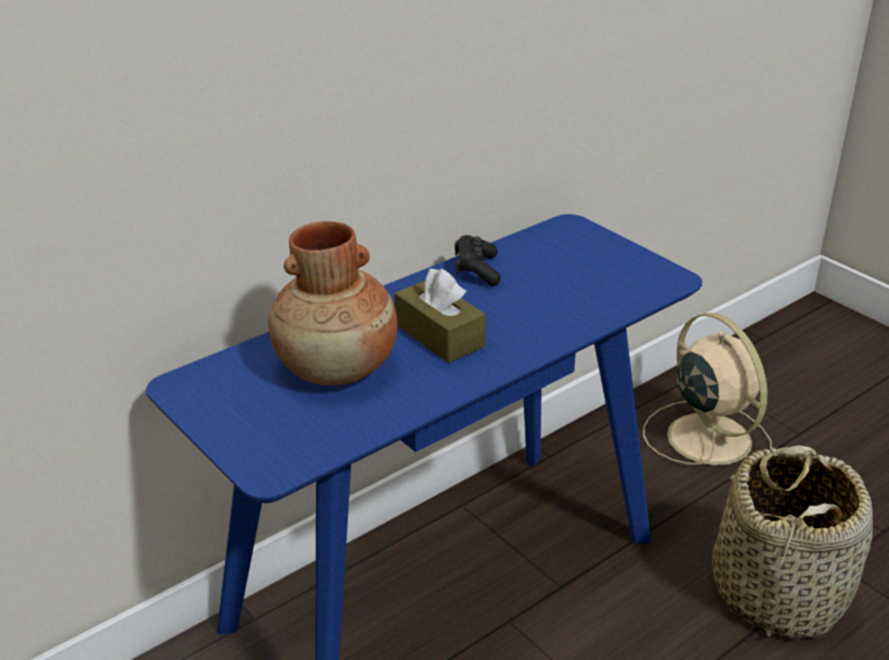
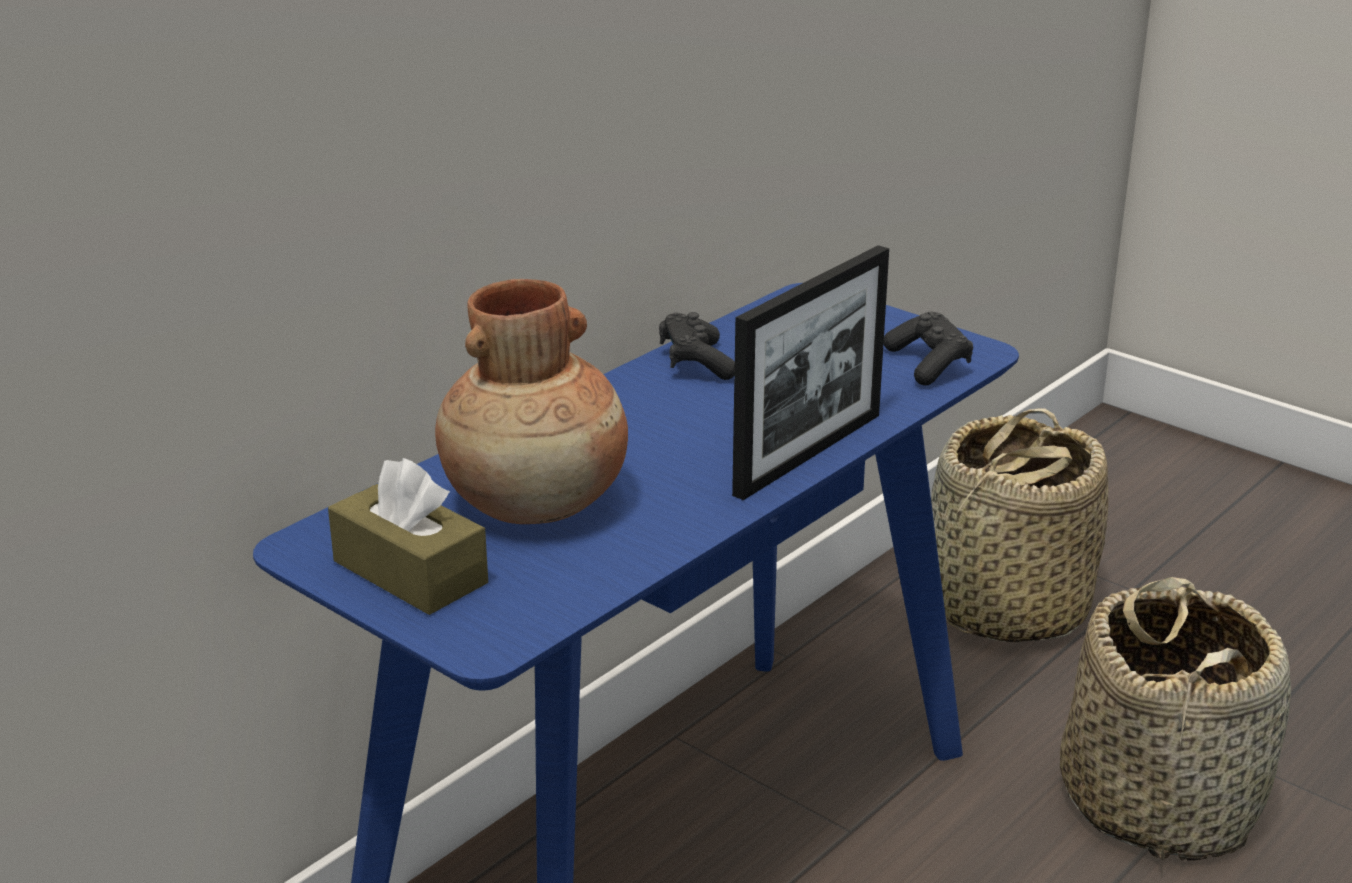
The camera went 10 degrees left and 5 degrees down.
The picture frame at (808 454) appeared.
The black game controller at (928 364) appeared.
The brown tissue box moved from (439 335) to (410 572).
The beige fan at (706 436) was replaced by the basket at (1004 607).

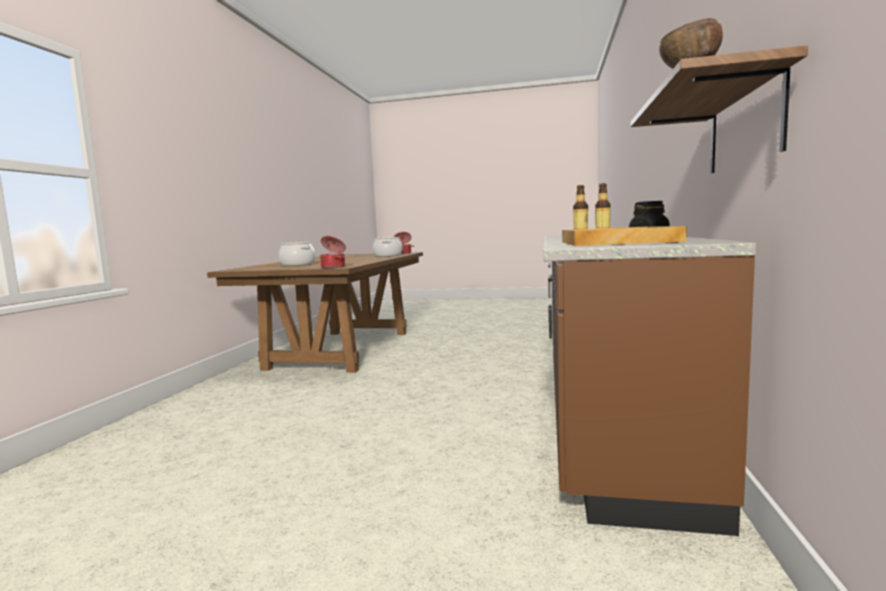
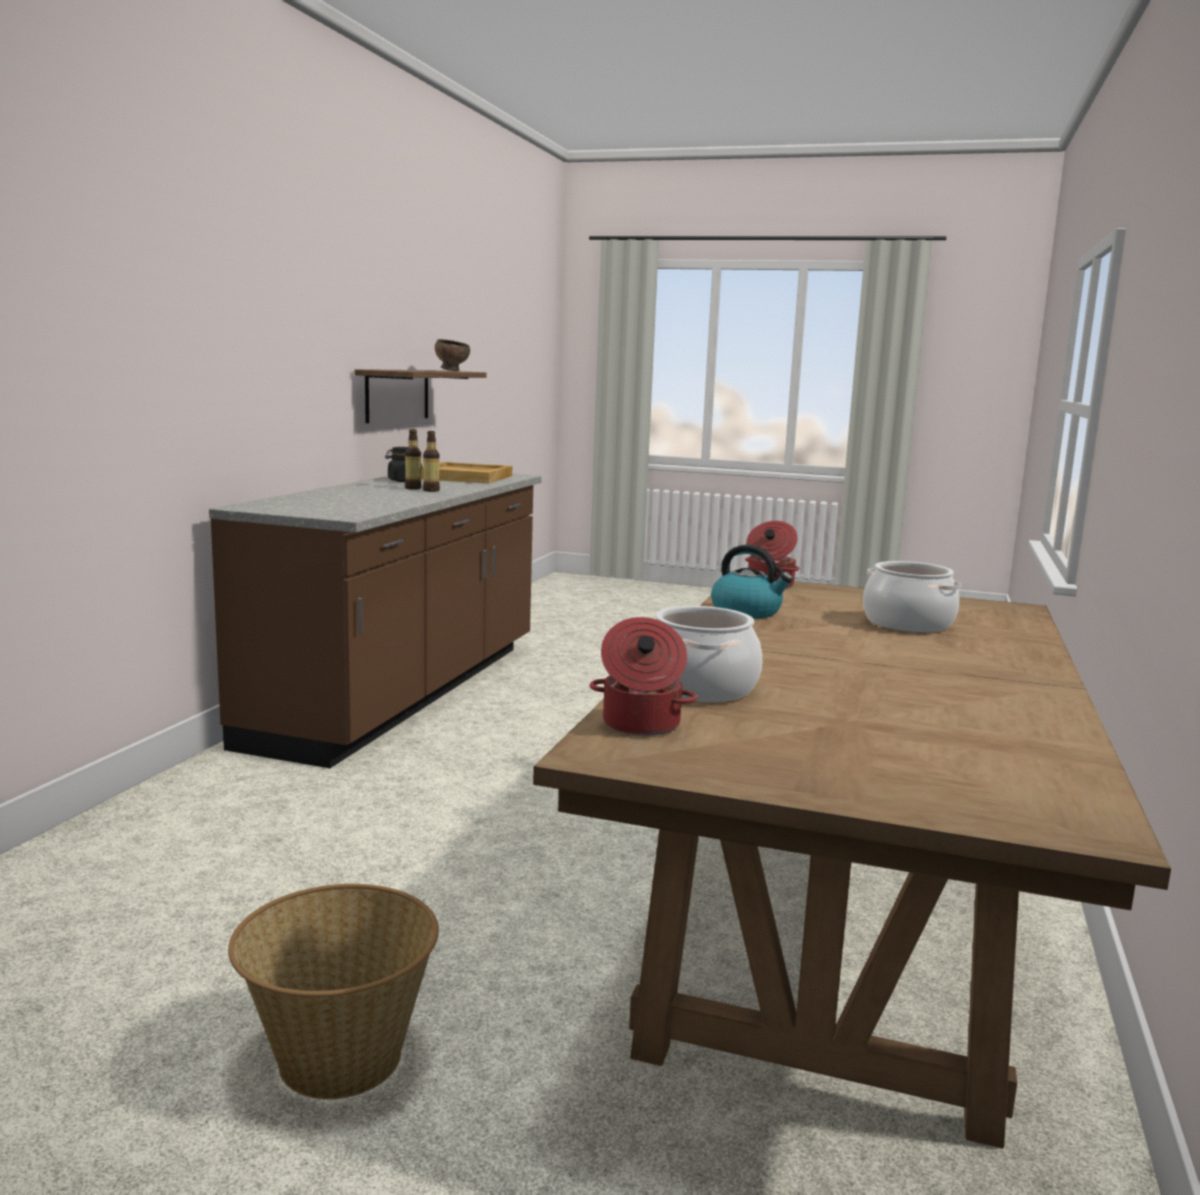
The camera went 175 degrees left and 5 degrees up.
The basket at (338 1059) appeared.
The kettle at (747 612) appeared.

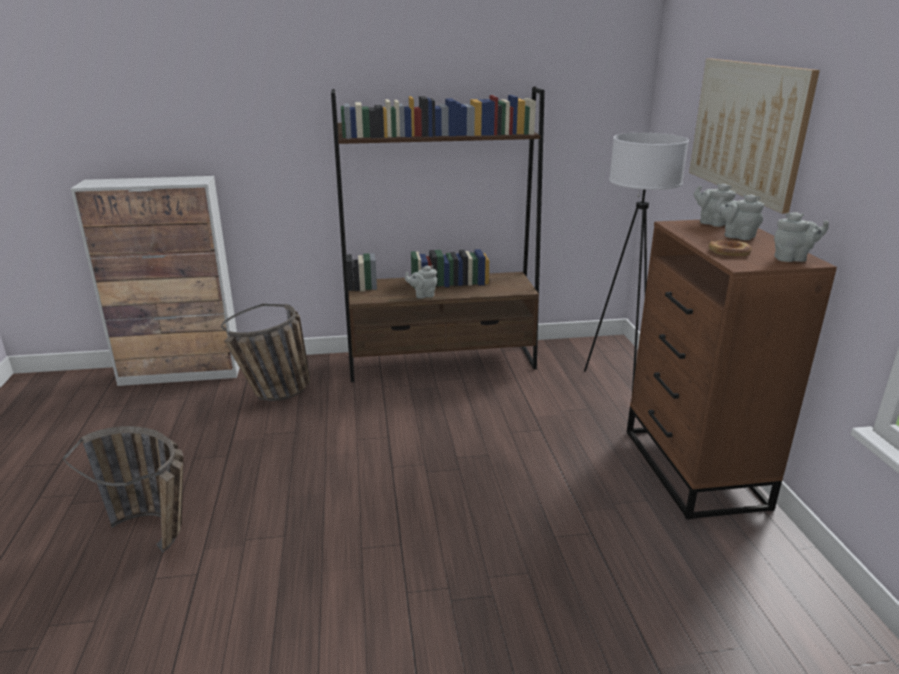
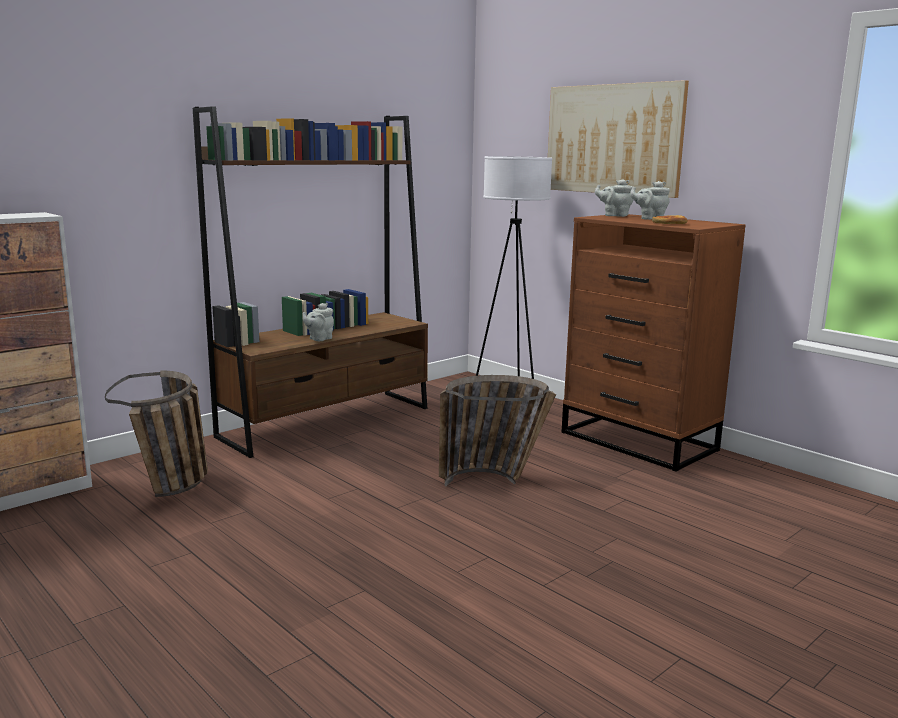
The camera went 35 degrees left and 10 degrees down.
The grey teapot at (792 259) disappeared.
The basket moved from (159 537) to (494 480).

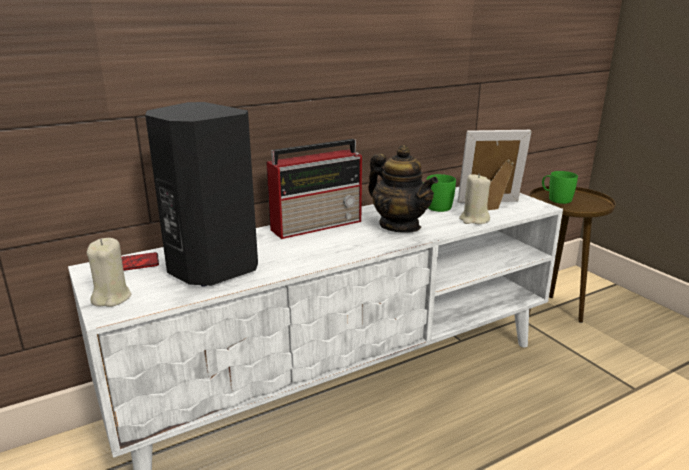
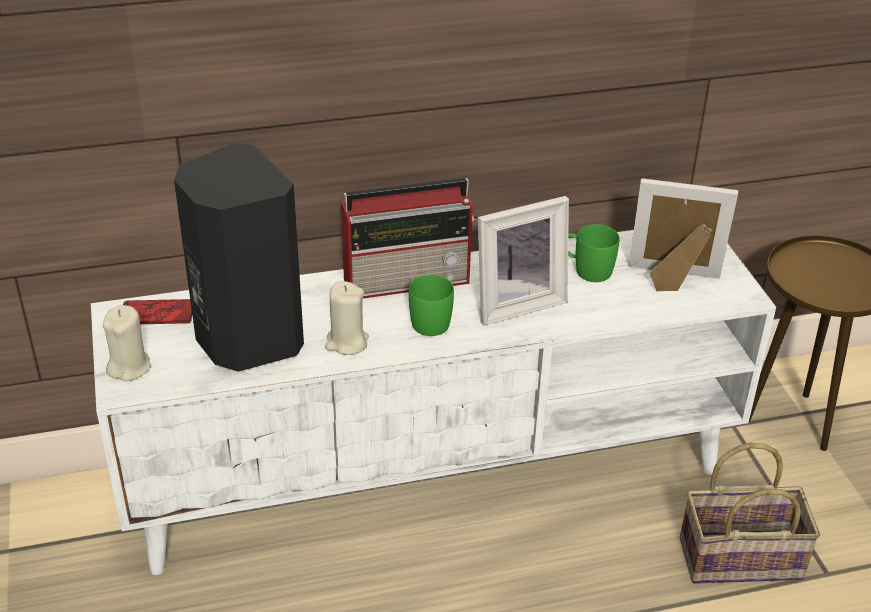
The camera went 15 degrees right and 15 degrees up.
The basket at (743 556) appeared.
The beige candle moved from (474 220) to (346 342).
The green mug moved from (555 198) to (427 320).
The teapot at (399 226) was replaced by the picture frame at (516 302).

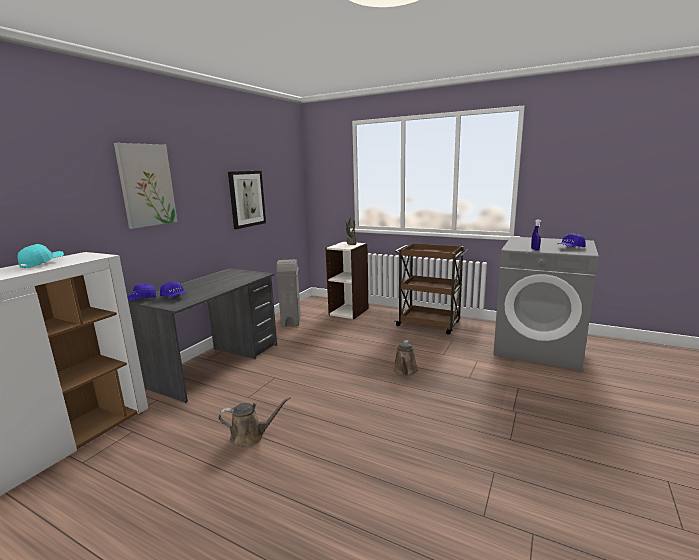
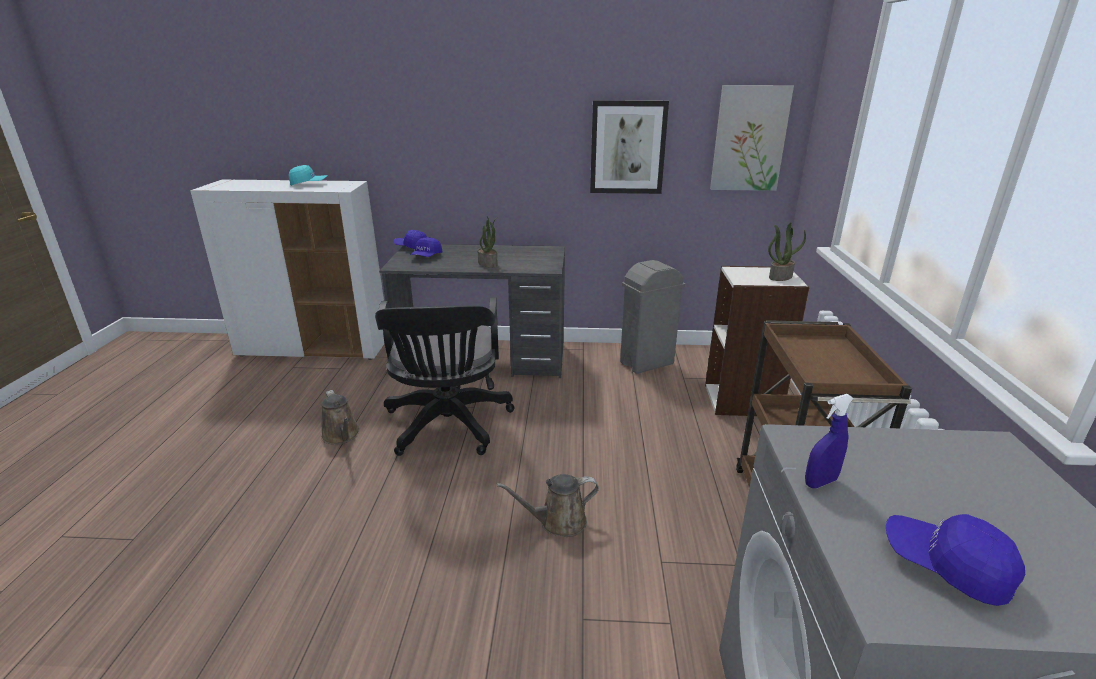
The camera went 65 degrees right and 10 degrees up.
The black office chair at (448 427) appeared.
The potted plant at (488 263) appeared.
The picture moved from (146 185) to (749 139).

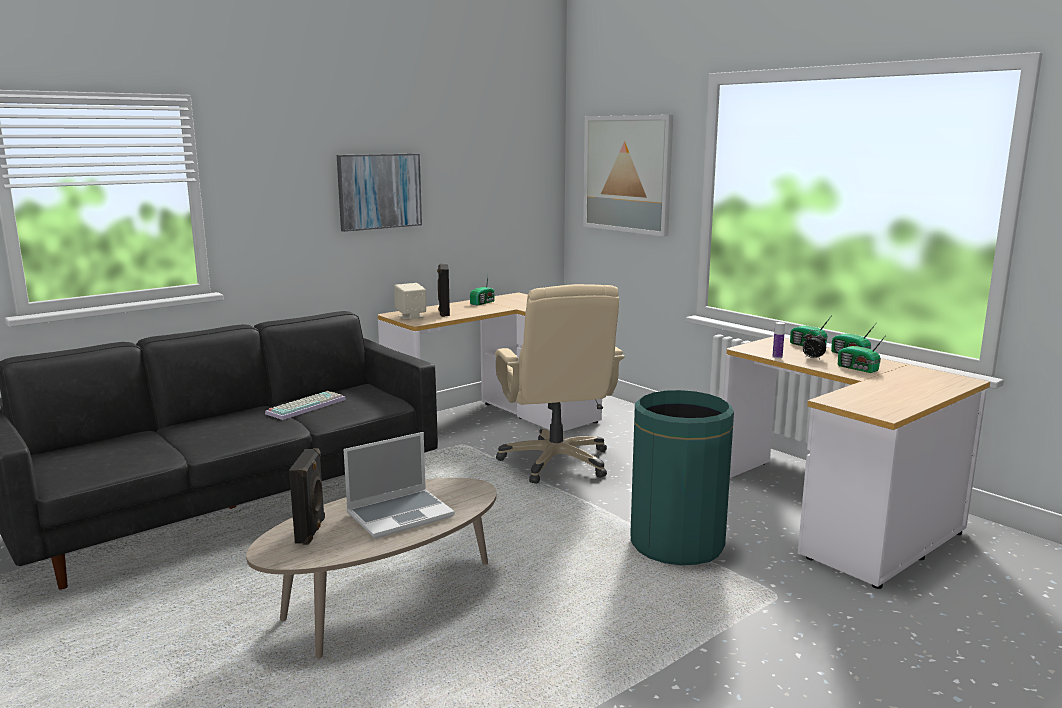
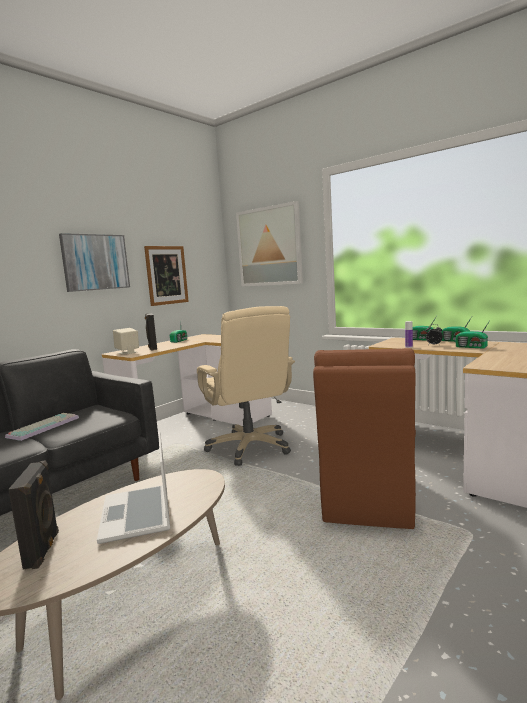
The camera went 10 degrees left and 5 degrees down.
The picture at (166 275) appeared.
The green trash can at (676 544) was replaced by the brown chair at (367 499).
The laptop at (401 514) turned 120 degrees clockwise.

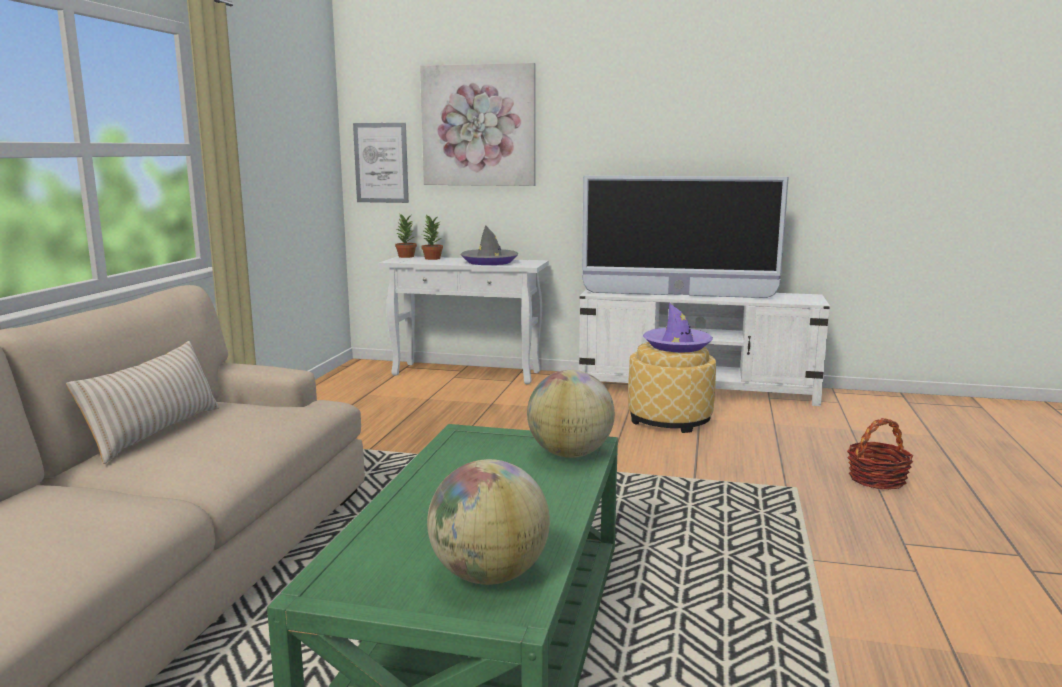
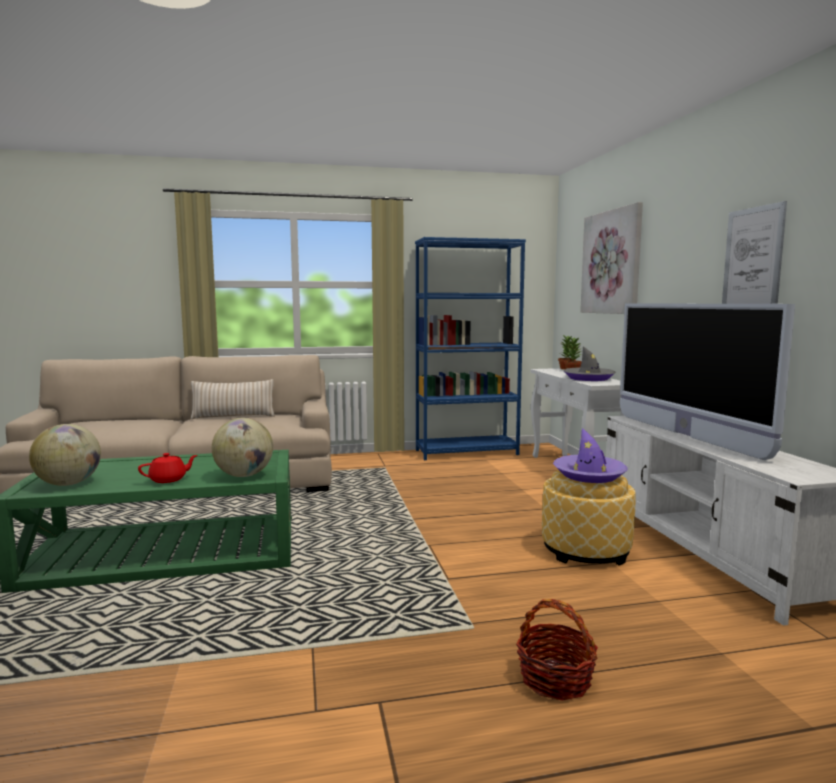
The camera went 65 degrees right and 5 degrees down.
The red teapot at (169 479) appeared.
The blue bookcase at (467 452) appeared.
The picture moved from (381 163) to (752 259).

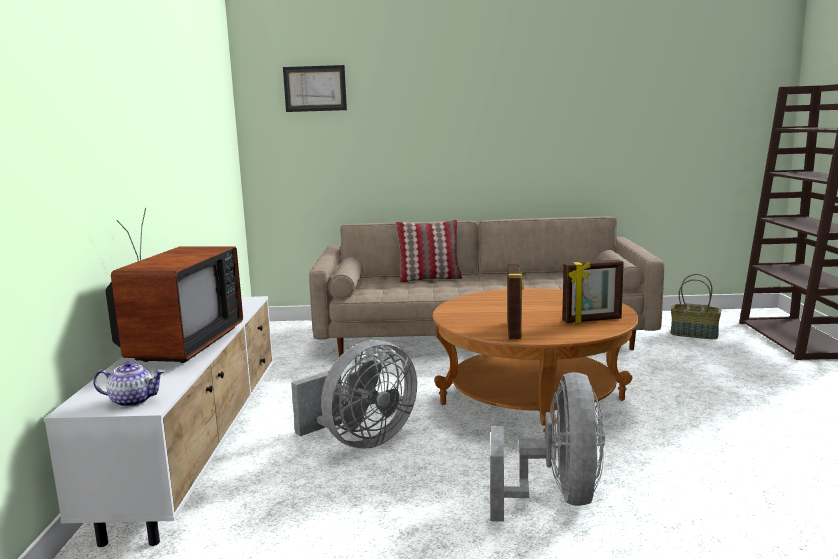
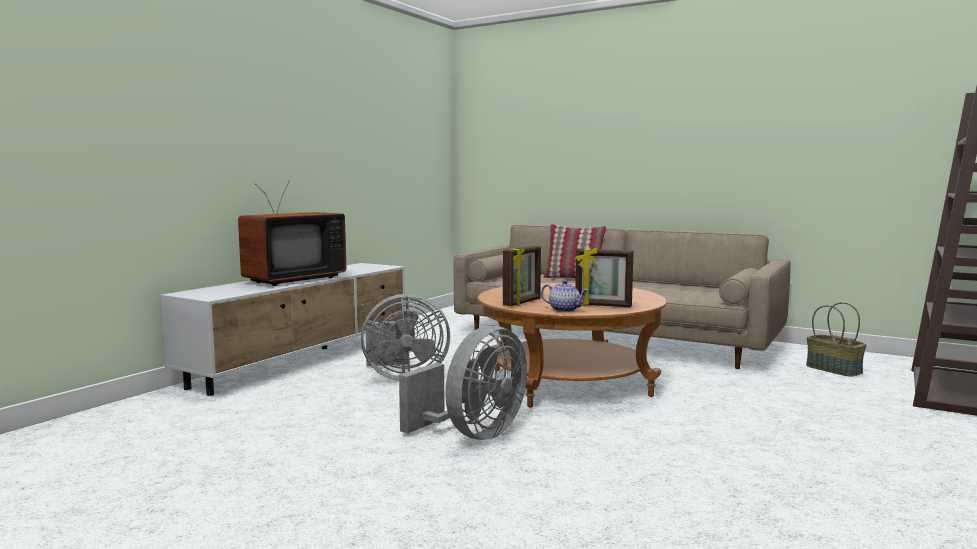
The camera went 30 degrees right and 5 degrees down.
The picture at (315 88) disappeared.
The teapot moved from (133 401) to (564 310).

